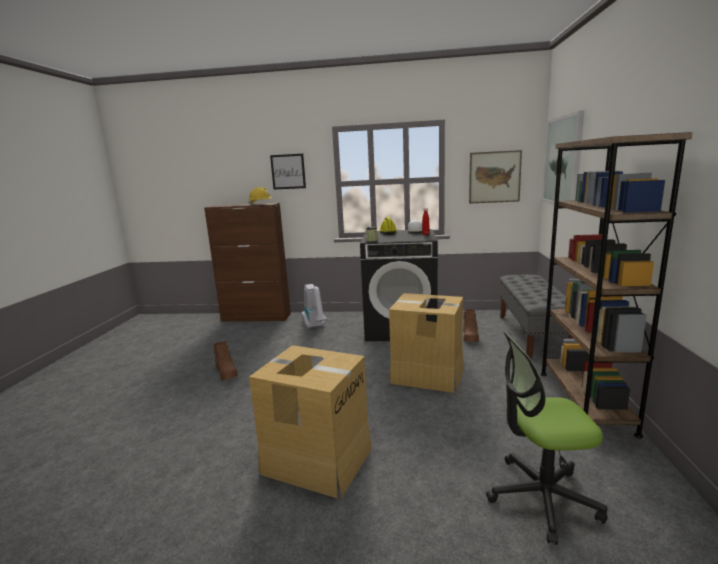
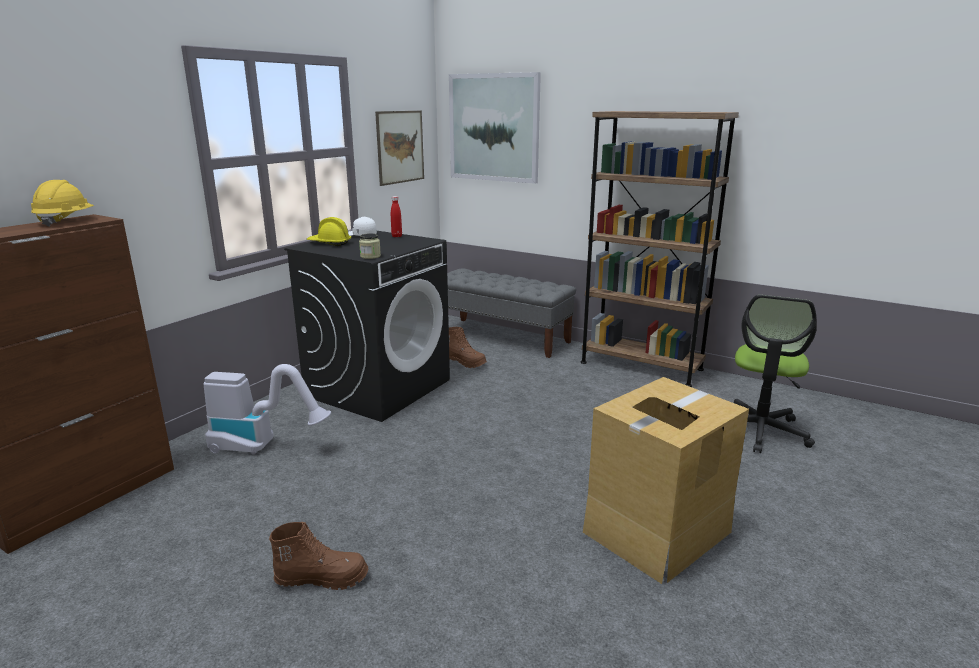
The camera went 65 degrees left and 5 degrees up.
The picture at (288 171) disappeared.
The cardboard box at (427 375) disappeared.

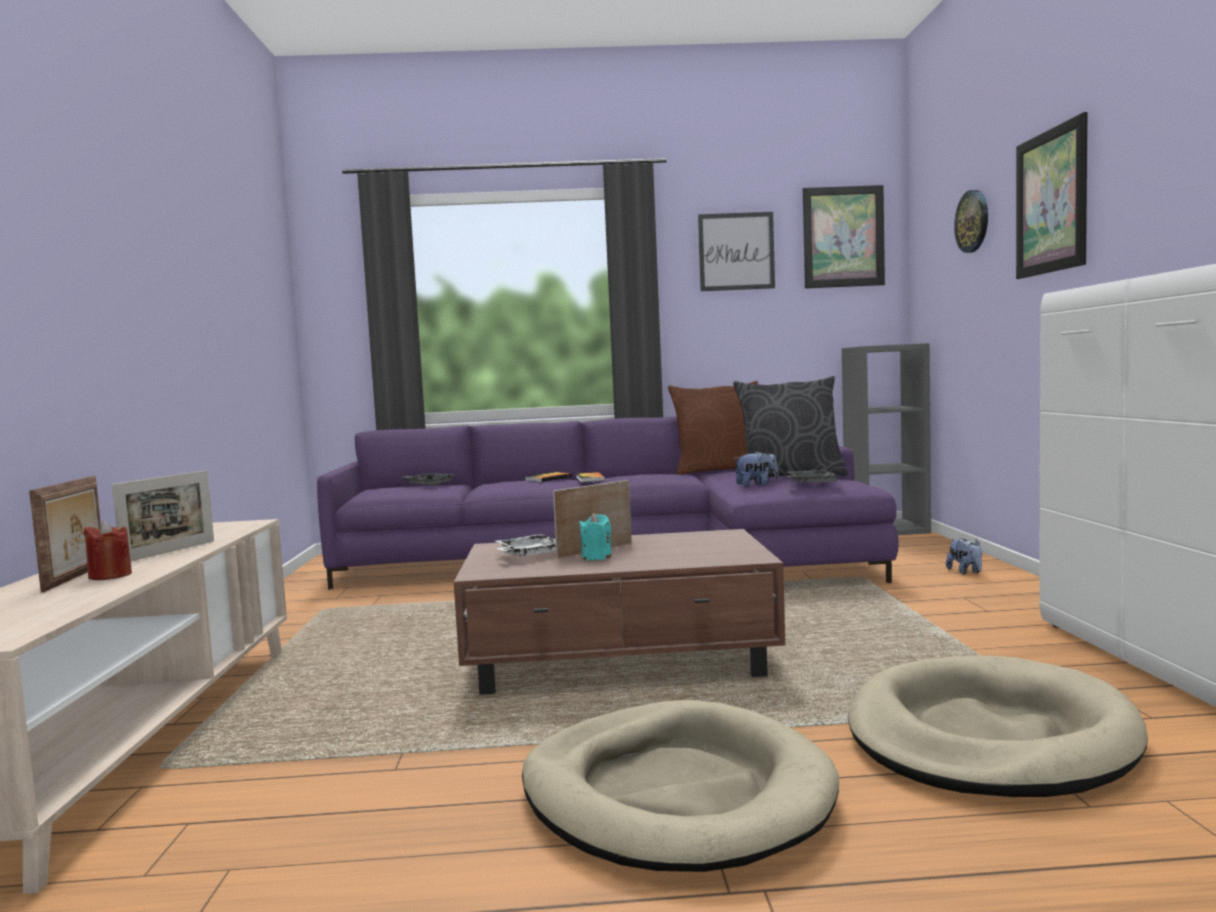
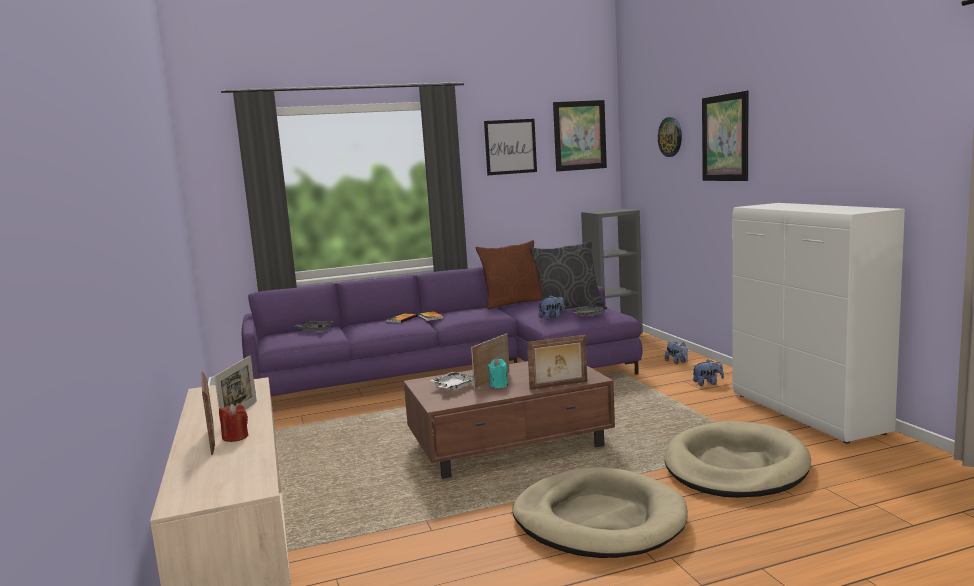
The camera went 15 degrees left and 5 degrees up.
The picture frame at (559 385) appeared.
The plush toy at (708 383) appeared.

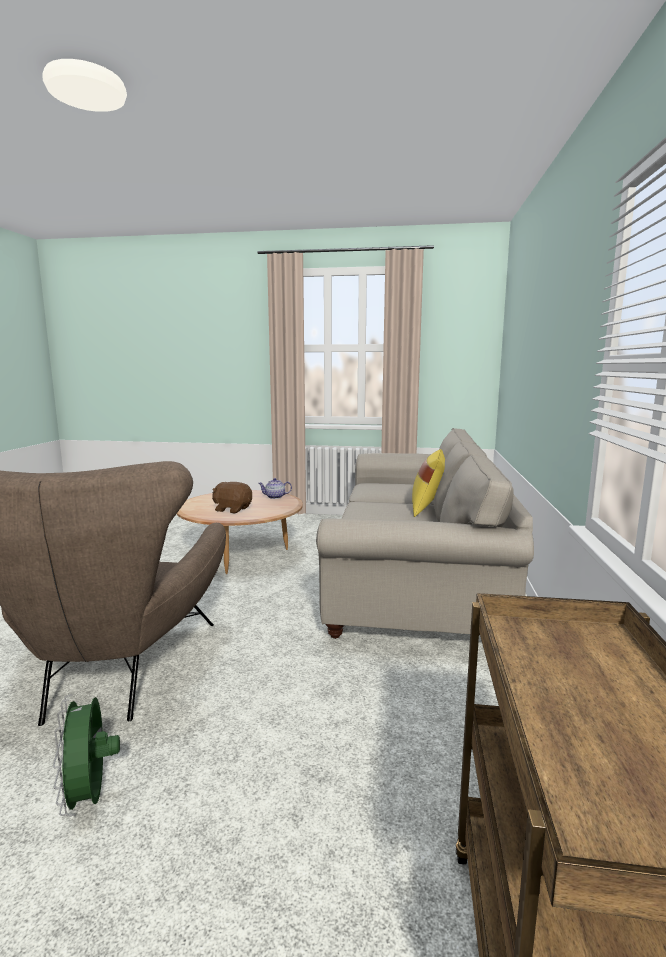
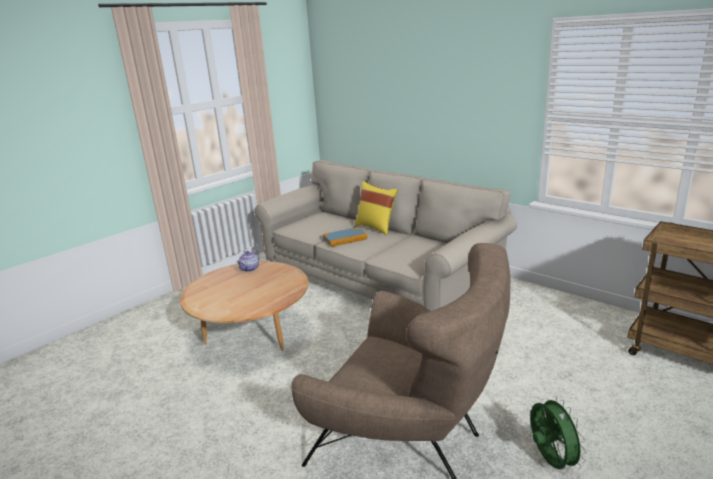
The camera went 55 degrees left and 10 degrees up.
The brown plush toy at (232 509) disappeared.
The book at (345 239) appeared.
The green fan at (90 797) turned 120 degrees counterclockwise.

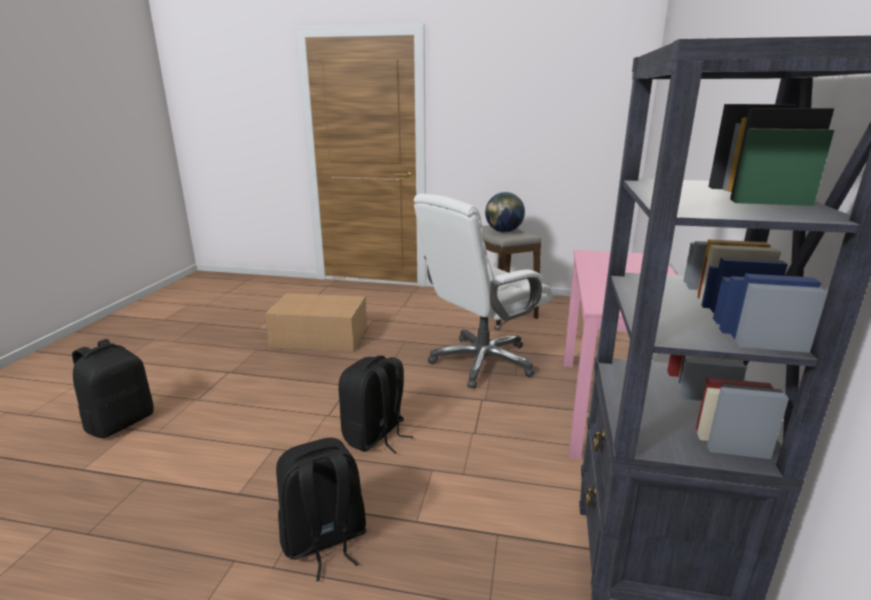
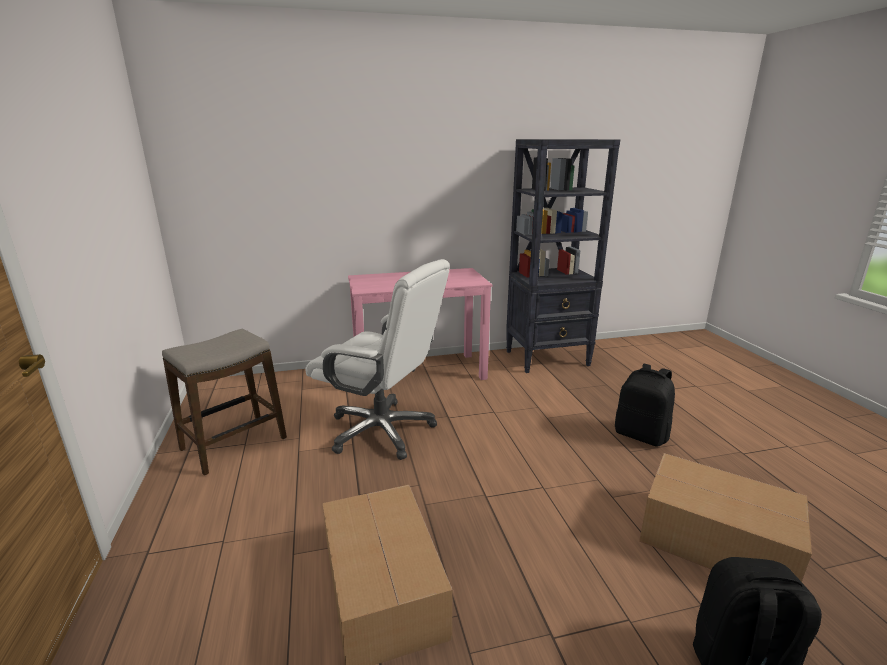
The camera went 115 degrees left and 0 degrees up.
The black backpack at (375 436) disappeared.
The globe at (503 231) disappeared.
The cardboard box at (718 542) appeared.

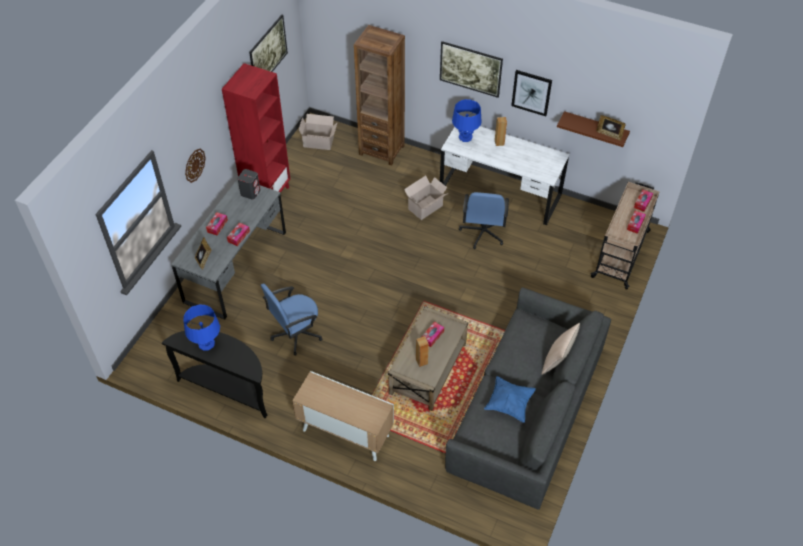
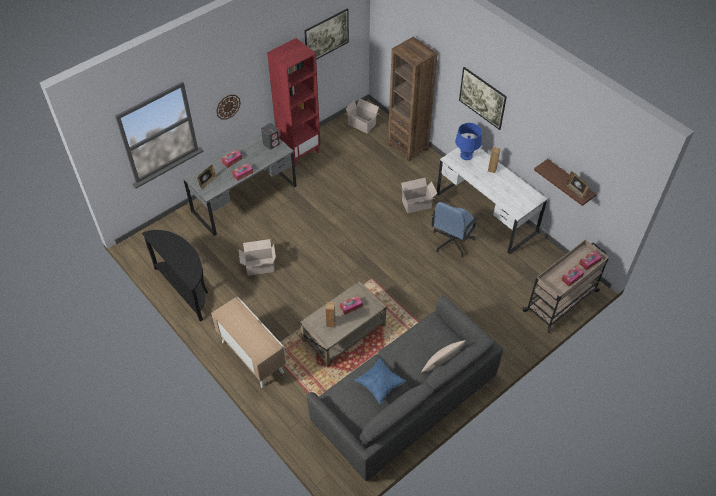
The camera went 25 degrees right and 0 degrees up.
The blue table lamp at (206 343) disappeared.
The picture at (531 92) disappeared.
The blue office chair at (295 333) was replaced by the cardboard box at (259 266).

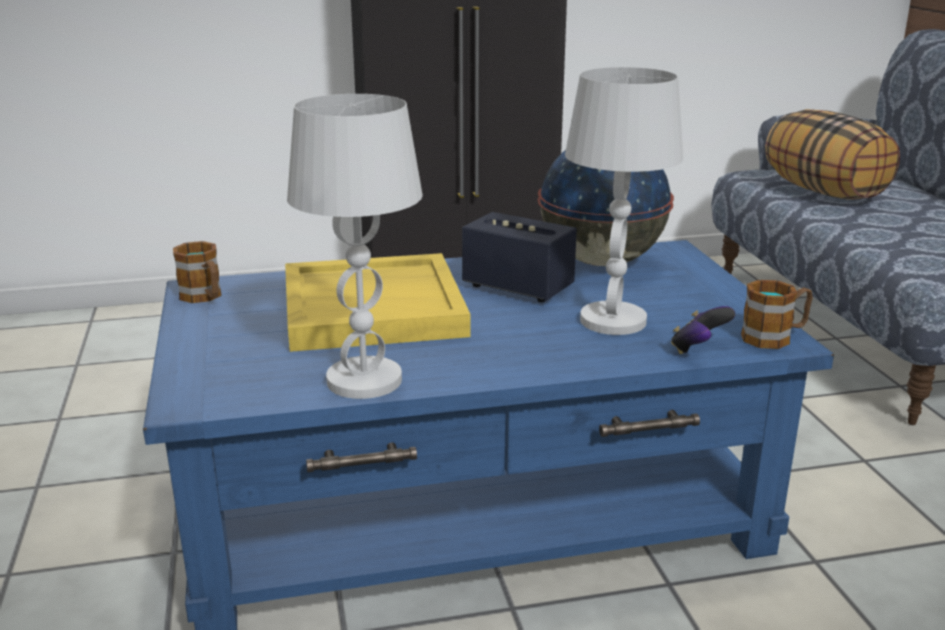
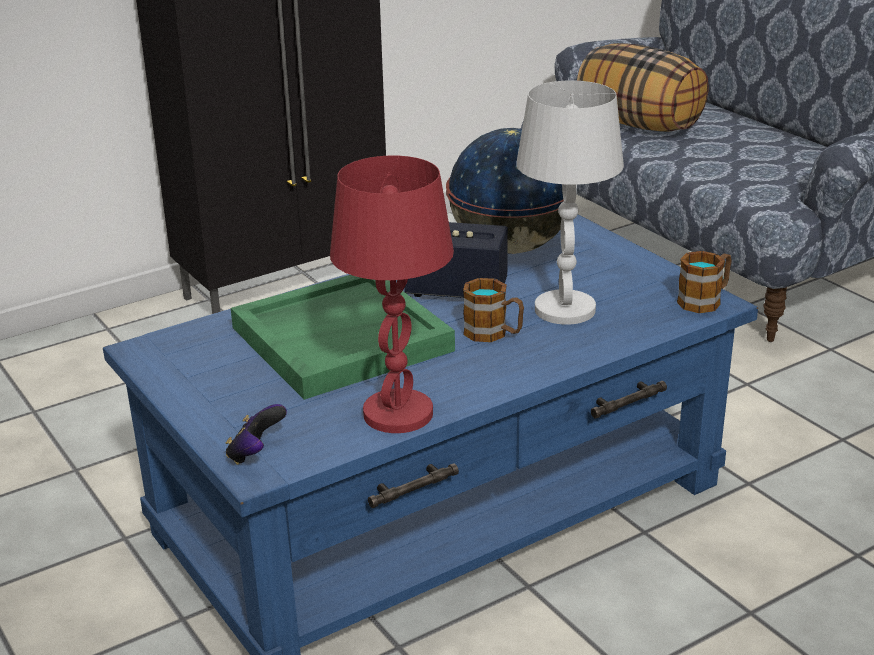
The camera went 20 degrees left and 5 degrees up.
The mug moved from (204 297) to (493 334).
The game controller moved from (698 349) to (256 454).
The yellow tray at (374 308) became the green tray at (342 338).
The white table lamp at (364 381) became the red table lamp at (398 414).

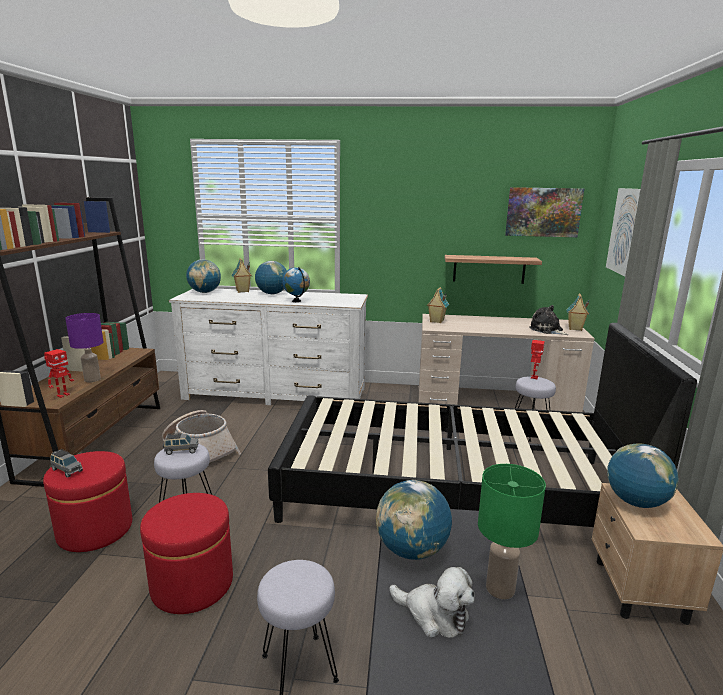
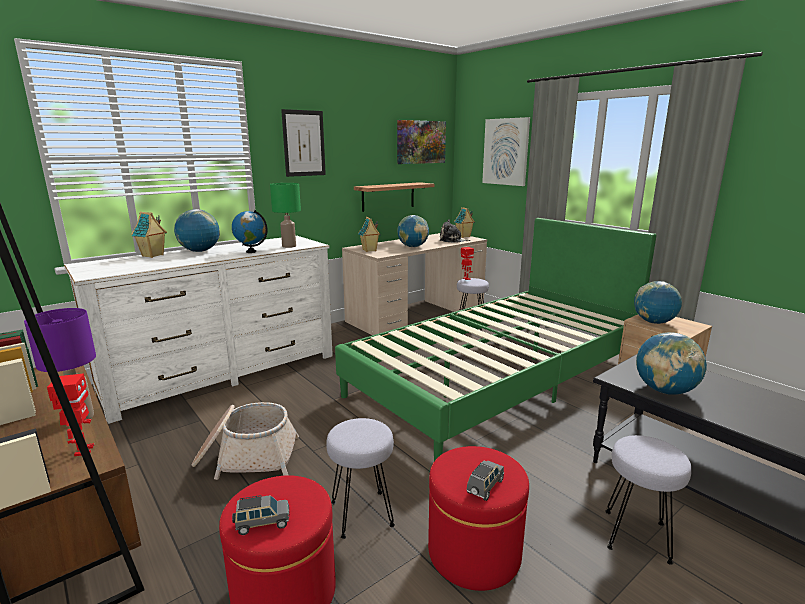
The camera went 45 degrees left and 0 degrees up.
The plush toy at (434 615) disappeared.
The picture at (304 143) appeared.
The grey toy car moved from (181 450) to (485 487).
The globe moved from (205 292) to (413 247).
The green table lamp moved from (501 589) to (289 246).
The black bed at (451 489) became the green bed at (497 378).

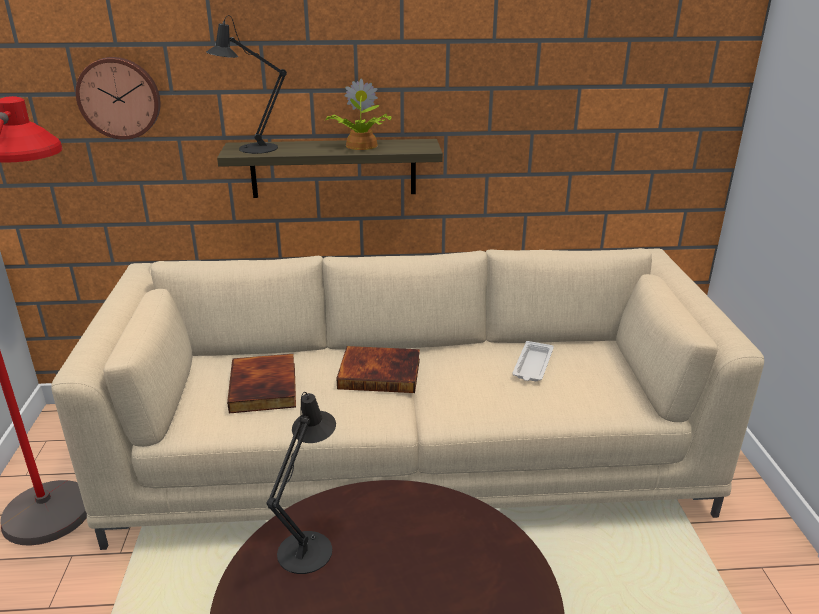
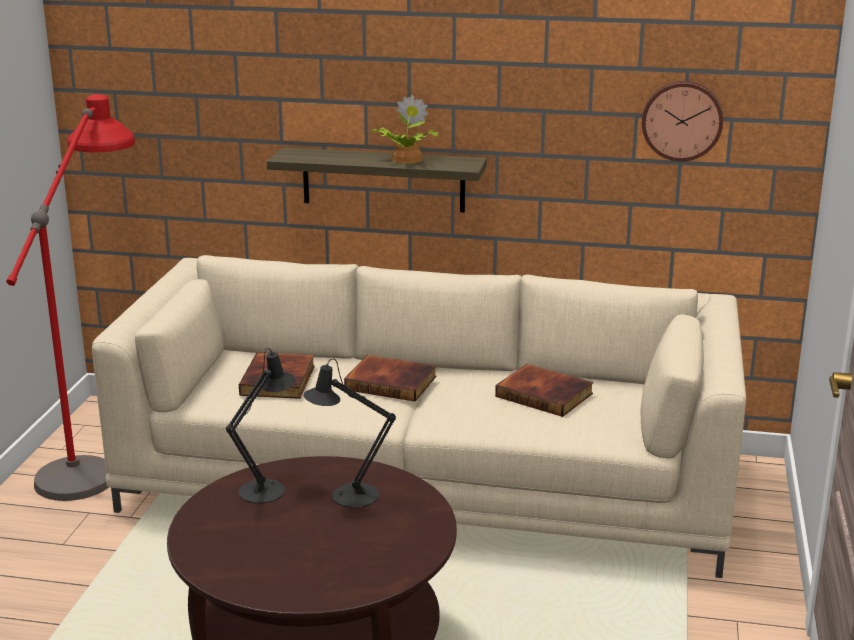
The camera went 15 degrees right and 5 degrees down.
The wall clock moved from (120 98) to (682 120).
The black table lamp moved from (252 148) to (348 495).
The white tray at (532 366) was replaced by the book at (545 394).

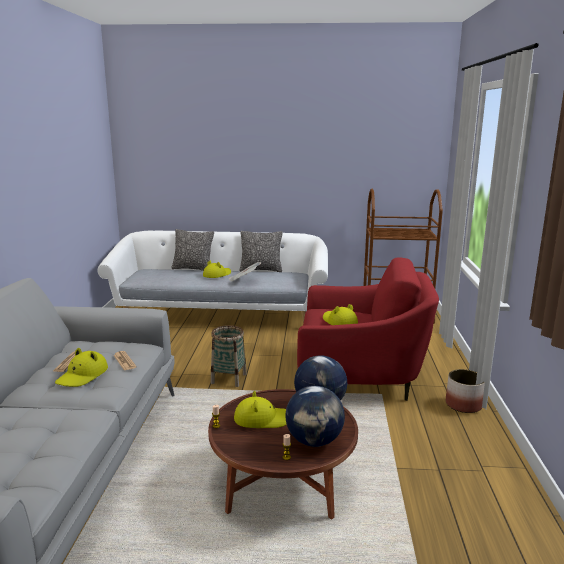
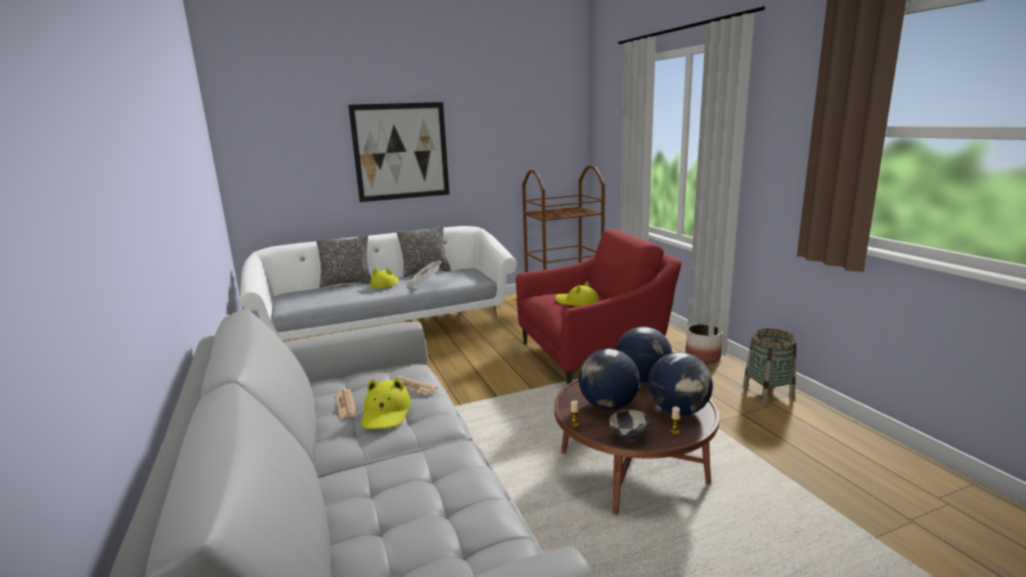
The camera went 25 degrees left and 0 degrees up.
The picture at (401 151) appeared.
The bowl at (629 437) appeared.
The basket moved from (229 378) to (767 392).
The yellow hat at (263 419) was replaced by the globe at (607 406).

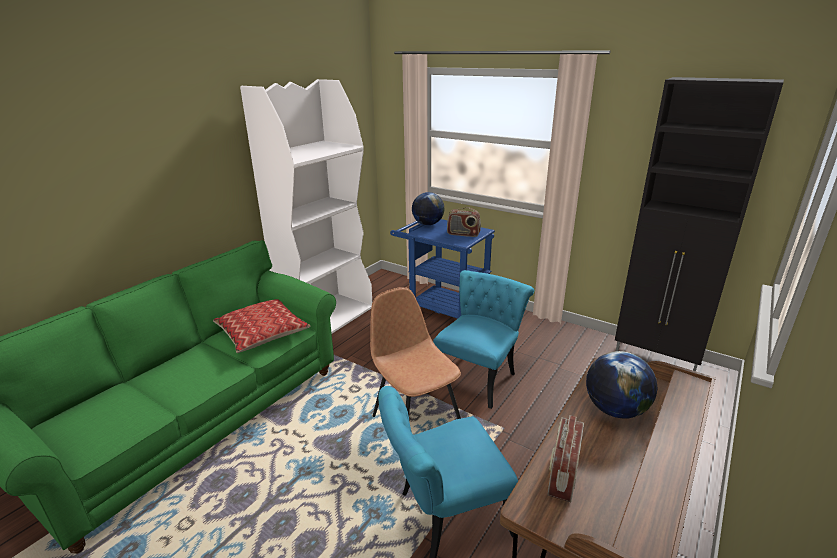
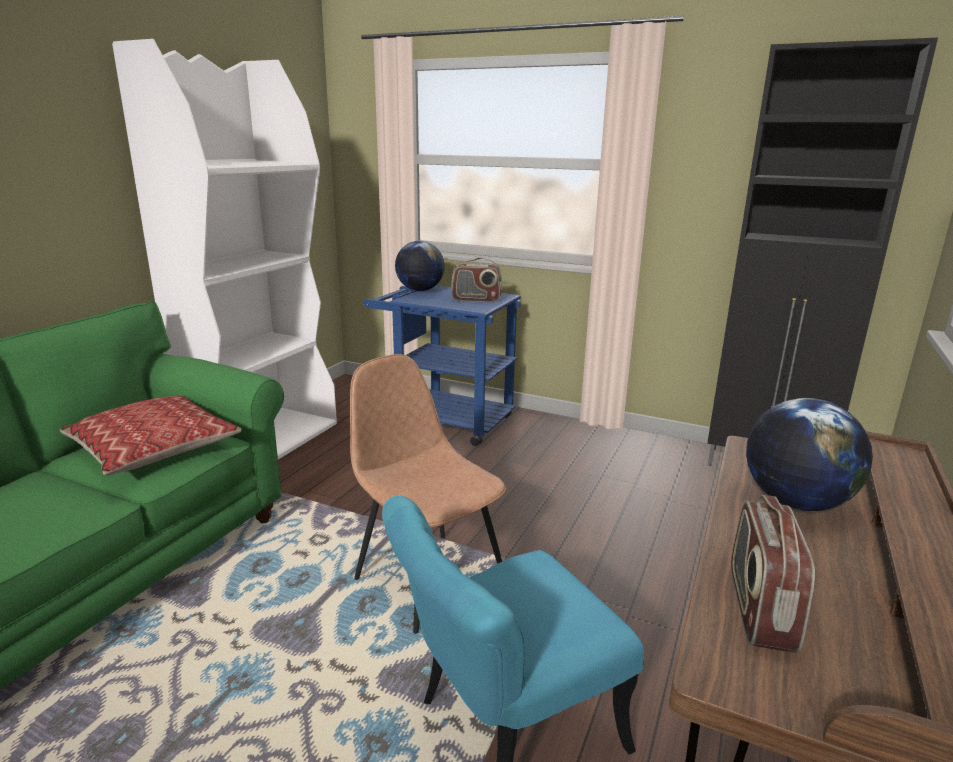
The camera went 10 degrees left and 5 degrees down.
The turquoise chair at (479 375) disappeared.

